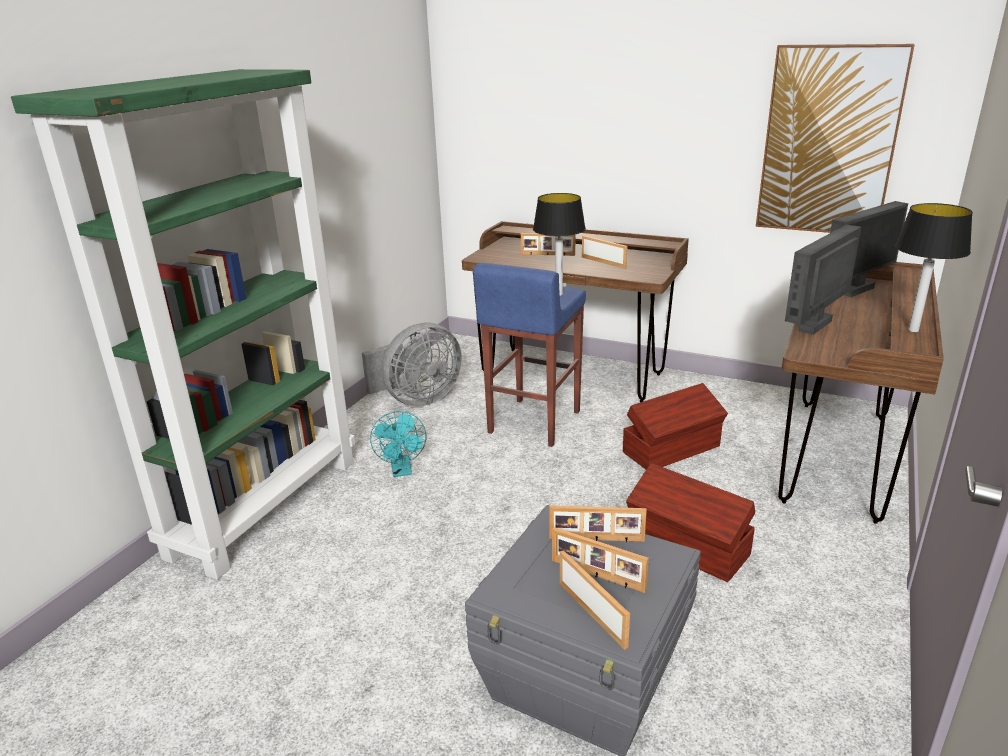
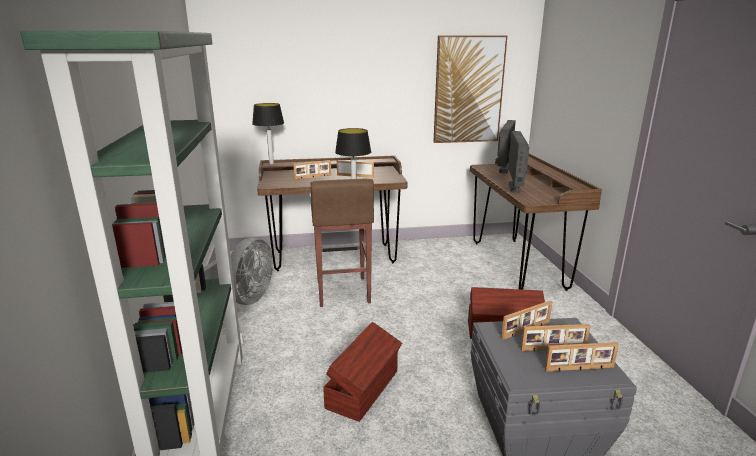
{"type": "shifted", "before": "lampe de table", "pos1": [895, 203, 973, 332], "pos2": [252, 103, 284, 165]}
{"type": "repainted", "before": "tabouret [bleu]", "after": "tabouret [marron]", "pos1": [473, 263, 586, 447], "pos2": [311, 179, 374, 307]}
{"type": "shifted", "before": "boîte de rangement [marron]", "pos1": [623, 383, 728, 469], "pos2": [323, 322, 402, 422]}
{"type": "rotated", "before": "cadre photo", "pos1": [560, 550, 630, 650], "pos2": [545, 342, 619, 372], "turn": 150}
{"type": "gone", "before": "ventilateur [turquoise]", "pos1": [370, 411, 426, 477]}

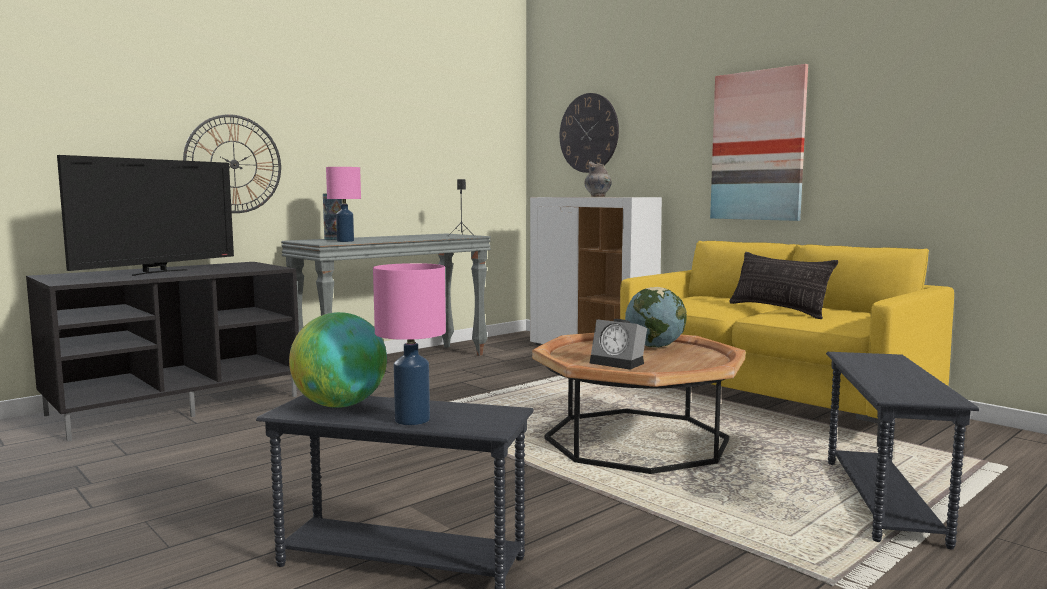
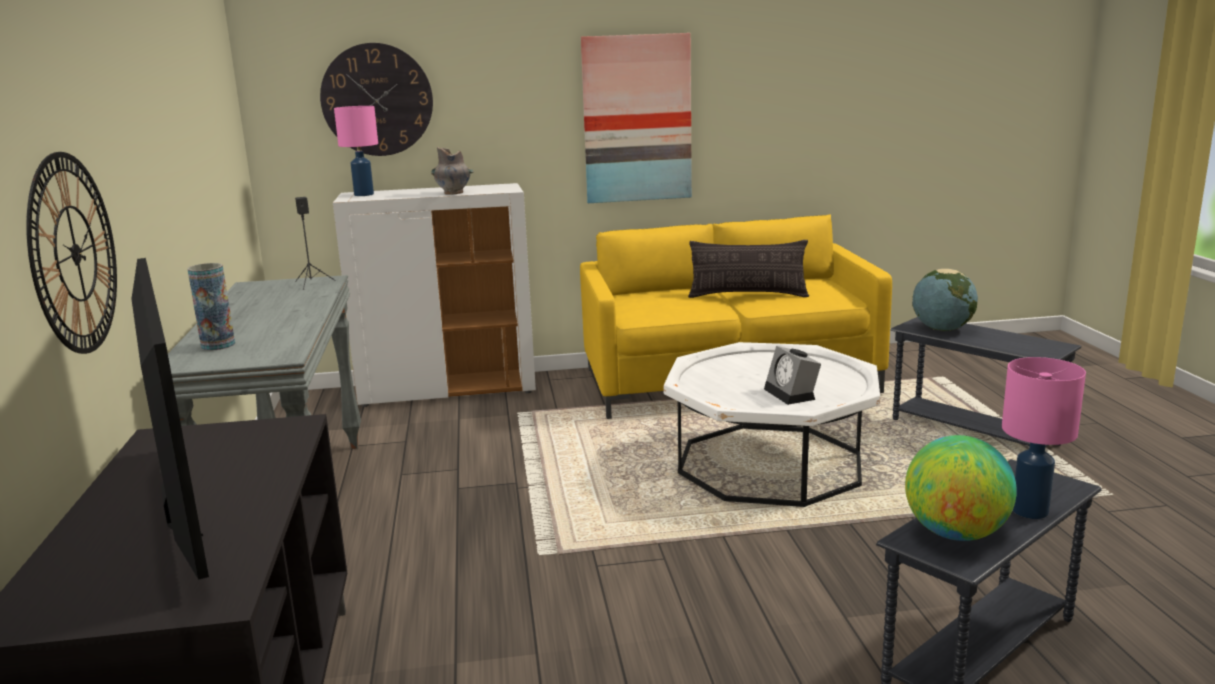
{"type": "shifted", "before": "lampe de table [rose]", "pos1": [326, 167, 361, 242], "pos2": [334, 106, 378, 196]}
{"type": "repainted", "before": "table basse [marron]", "after": "table basse [blanc]", "pos1": [532, 333, 745, 474], "pos2": [663, 342, 880, 507]}
{"type": "rotated", "before": "réveil", "pos1": [590, 319, 647, 370], "pos2": [764, 346, 821, 405], "turn": 90}
{"type": "shifted", "before": "globe", "pos1": [625, 287, 687, 348], "pos2": [912, 269, 978, 331]}

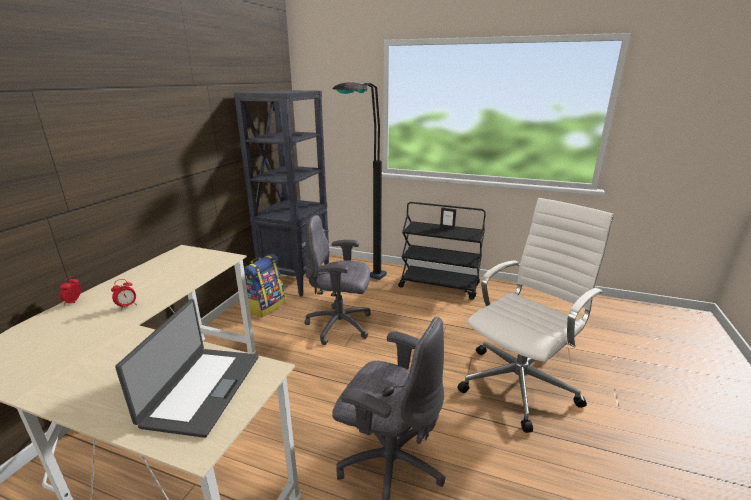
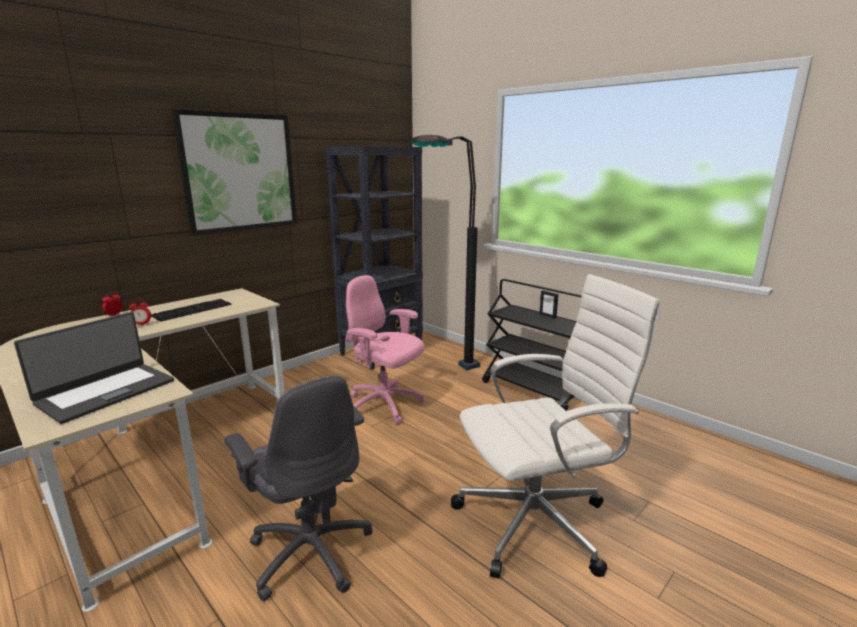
{"type": "new", "after": "clavier", "pos2": [151, 299, 232, 322]}
{"type": "new", "after": "tableau", "pos2": [172, 109, 297, 235]}
{"type": "repainted", "before": "chaise de bureau [gris]", "after": "chaise de bureau [rose]", "pos1": [305, 215, 371, 345], "pos2": [345, 275, 424, 424]}
{"type": "gone", "before": "sac à dos", "pos1": [244, 254, 285, 317]}

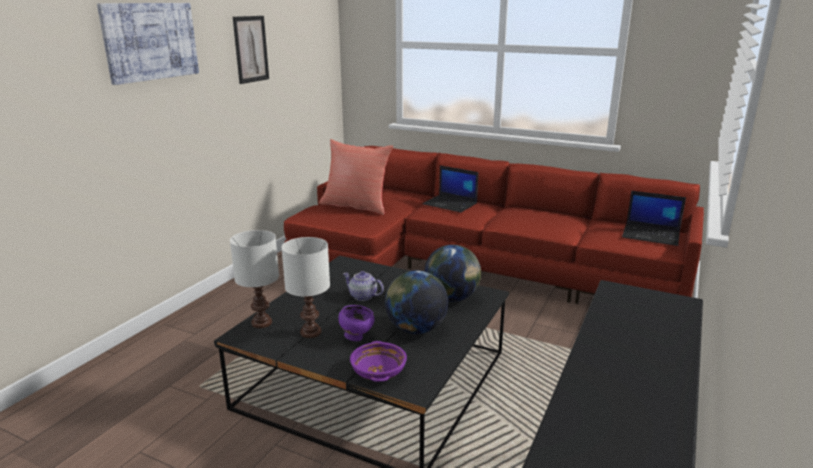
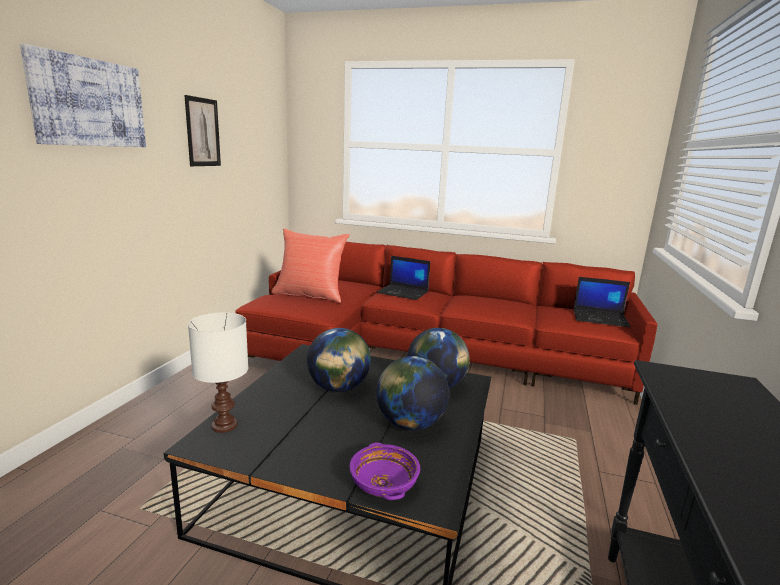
{"type": "swapped", "before": "théière", "after": "globe", "pos1": [343, 271, 384, 301], "pos2": [307, 328, 371, 392]}
{"type": "gone", "before": "lampe de table [blanc]", "pos1": [281, 237, 330, 338]}
{"type": "gone", "before": "bol [violet]", "pos1": [339, 305, 375, 341]}

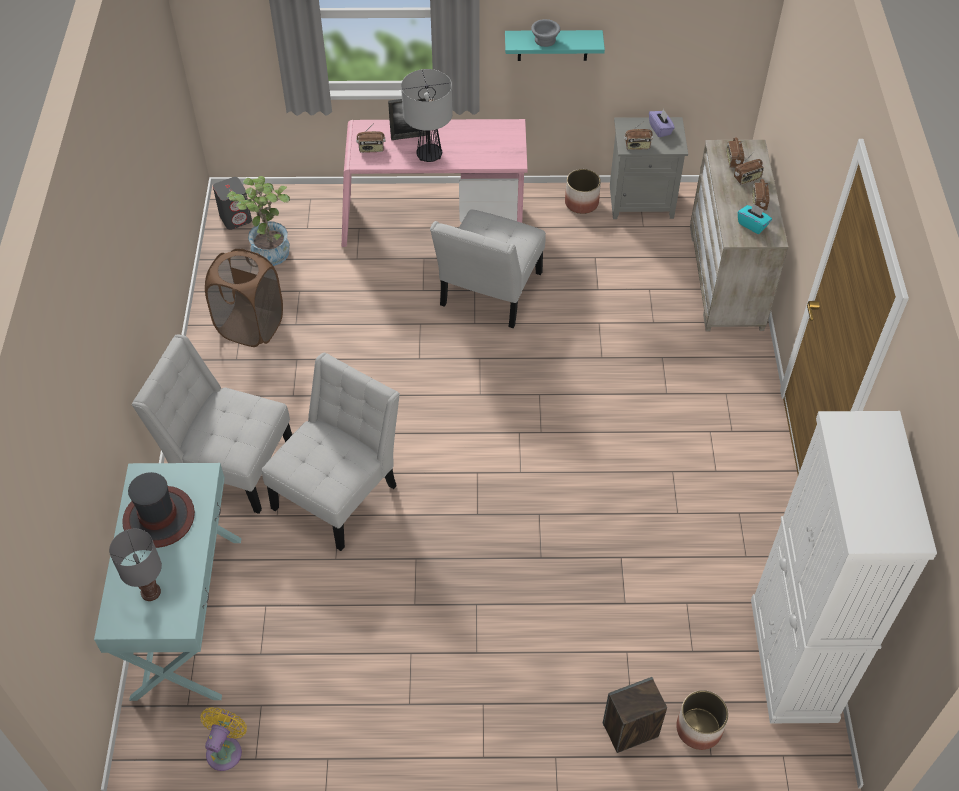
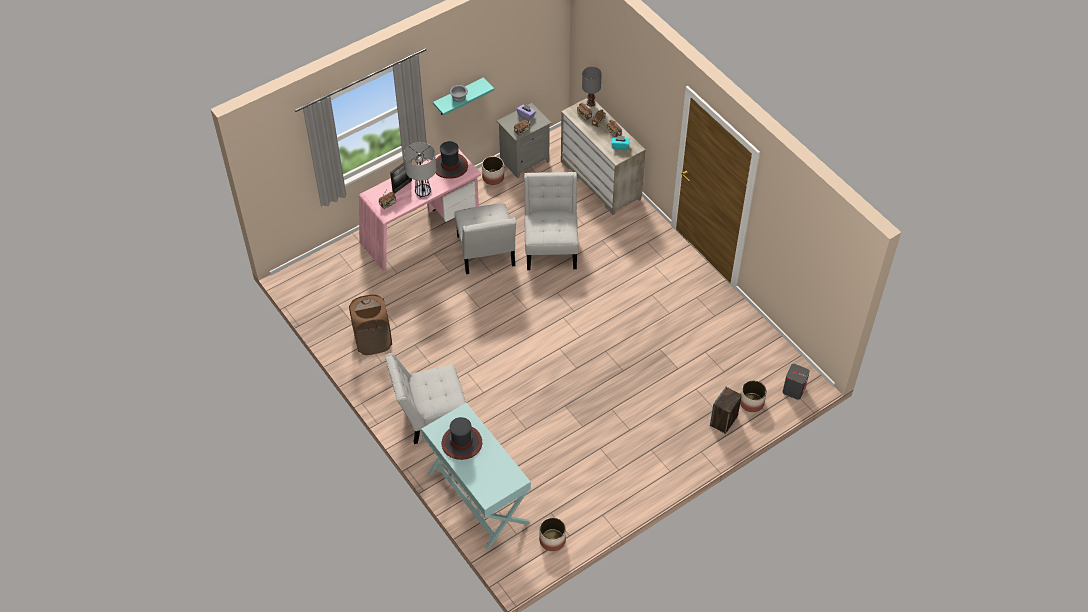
{"type": "new", "after": "chapeau", "pos2": [436, 141, 468, 179]}
{"type": "shifted", "before": "chaise [blanc]", "pos1": [262, 353, 400, 551], "pos2": [524, 172, 579, 270]}
{"type": "swapped", "before": "ventilateur [jaune]", "after": "cache-pot", "pos1": [200, 707, 247, 771], "pos2": [539, 517, 566, 551]}
{"type": "shifted", "before": "lampe de table [gris]", "pos1": [109, 529, 162, 601], "pos2": [582, 67, 602, 107]}
{"type": "shifted", "before": "enceinte [gris]", "pos1": [213, 177, 252, 230], "pos2": [783, 364, 810, 400]}
{"type": "gone", "before": "plante en pot", "pos1": [227, 176, 290, 266]}
{"type": "gone", "before": "meuble de rangement [blanc]", "pos1": [751, 411, 937, 723]}

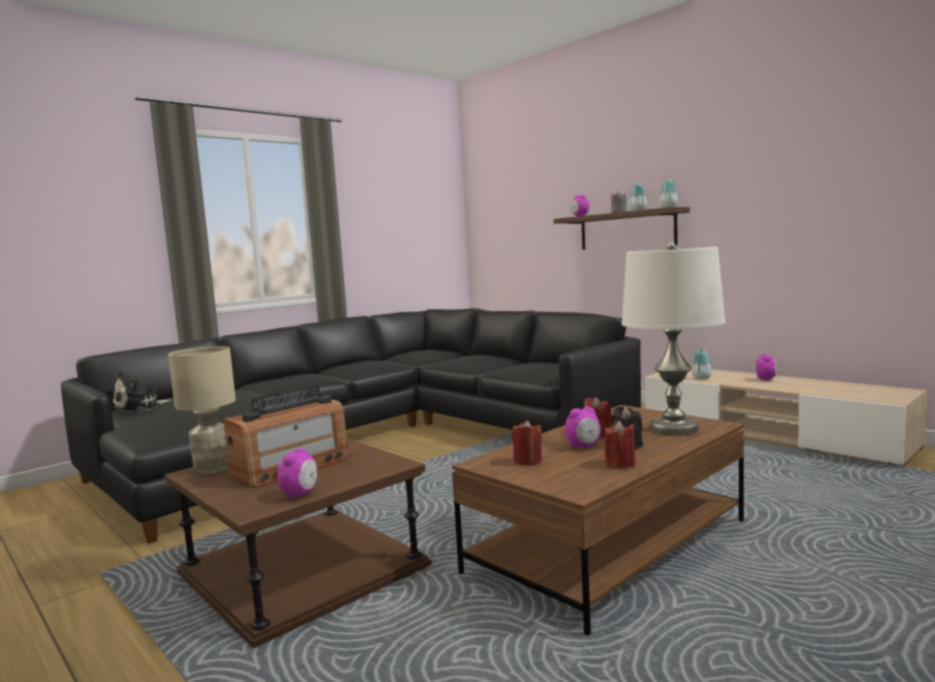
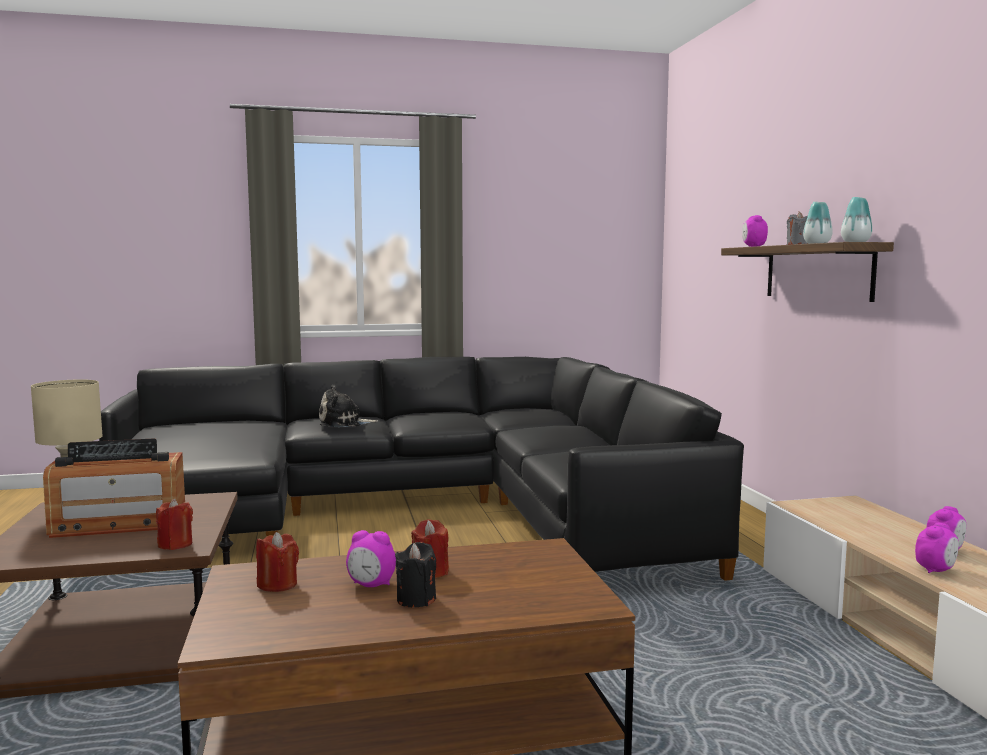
{"type": "shifted", "before": "bougie [rouge]", "pos1": [605, 421, 636, 468], "pos2": [156, 499, 193, 550]}
{"type": "shifted", "before": "peluche", "pos1": [112, 370, 170, 413], "pos2": [319, 384, 378, 427]}
{"type": "shifted", "before": "réveil", "pos1": [277, 448, 317, 500], "pos2": [915, 523, 959, 573]}
{"type": "gone", "before": "lampe de table [blanc]", "pos1": [622, 242, 726, 436]}
{"type": "gone", "before": "vase", "pos1": [691, 349, 712, 380]}

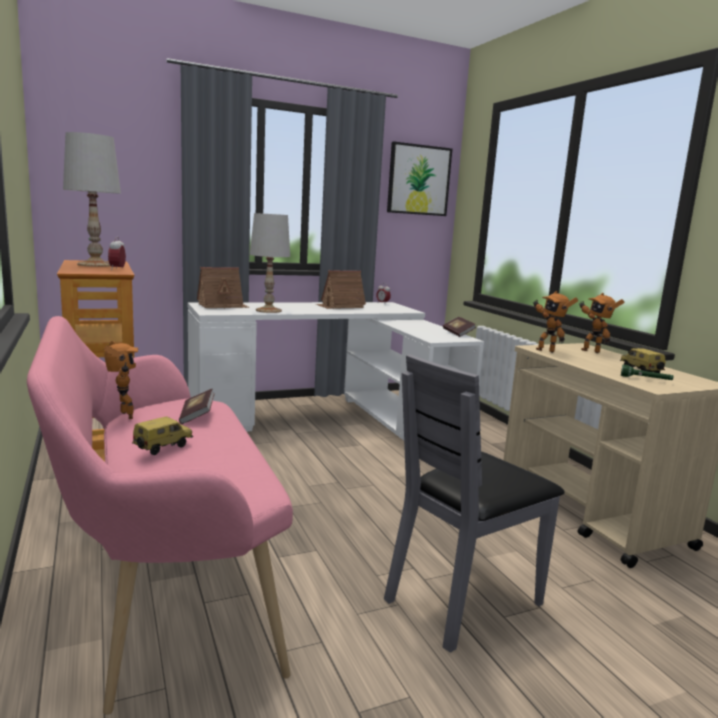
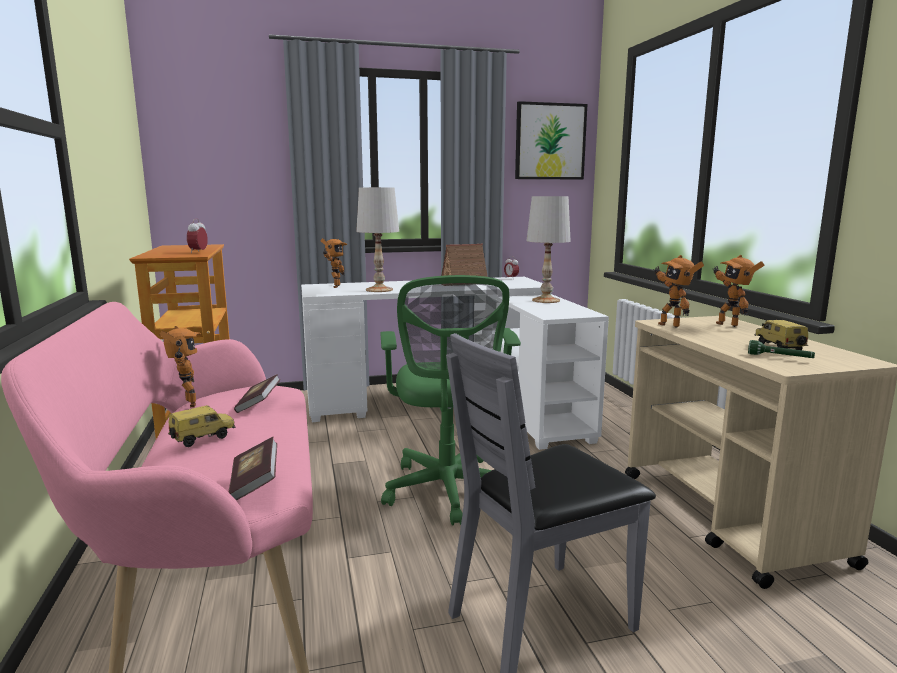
{"type": "shifted", "before": "livre", "pos1": [443, 317, 476, 337], "pos2": [228, 437, 277, 501]}
{"type": "swapped", "before": "maison miniature", "after": "robot jouet", "pos1": [197, 267, 249, 309], "pos2": [320, 238, 348, 288]}
{"type": "new", "after": "chaise de bureau [vert]", "pos2": [380, 275, 521, 525]}
{"type": "shifted", "before": "lampe de table [blanc]", "pos1": [63, 132, 121, 267], "pos2": [526, 196, 571, 303]}

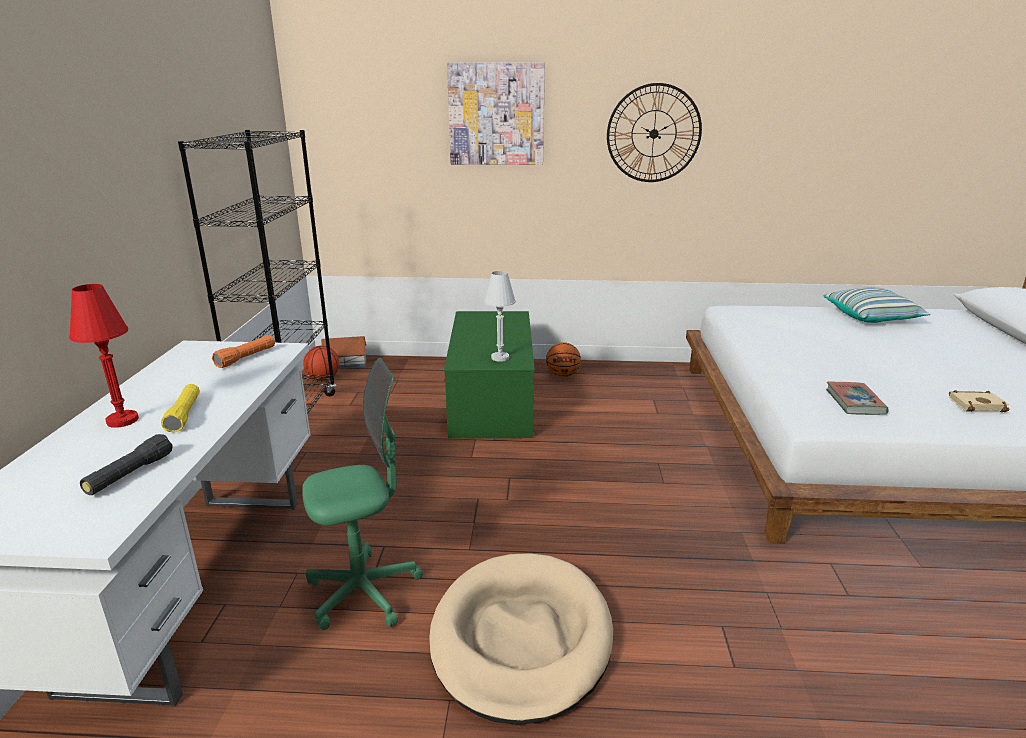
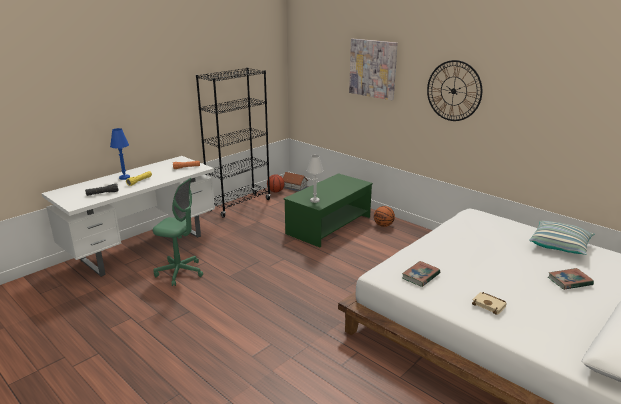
{"type": "repainted", "before": "lampe de table [rouge]", "after": "lampe de table [bleu]", "pos1": [69, 284, 139, 428], "pos2": [110, 128, 130, 180]}
{"type": "new", "after": "livre", "pos2": [548, 268, 594, 290]}
{"type": "gone", "before": "panier pour chien [beige]", "pos1": [429, 554, 613, 725]}

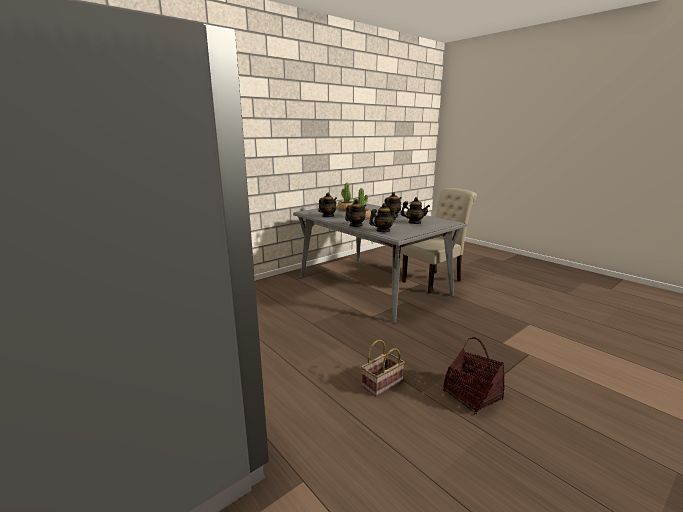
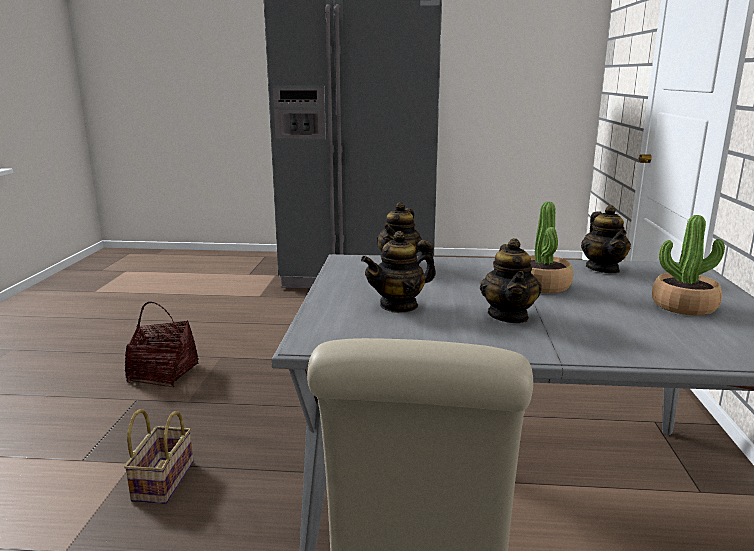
{"type": "shifted", "before": "panier", "pos1": [361, 340, 404, 396], "pos2": [124, 409, 193, 504]}
{"type": "gone", "before": "théière", "pos1": [345, 199, 367, 227]}

